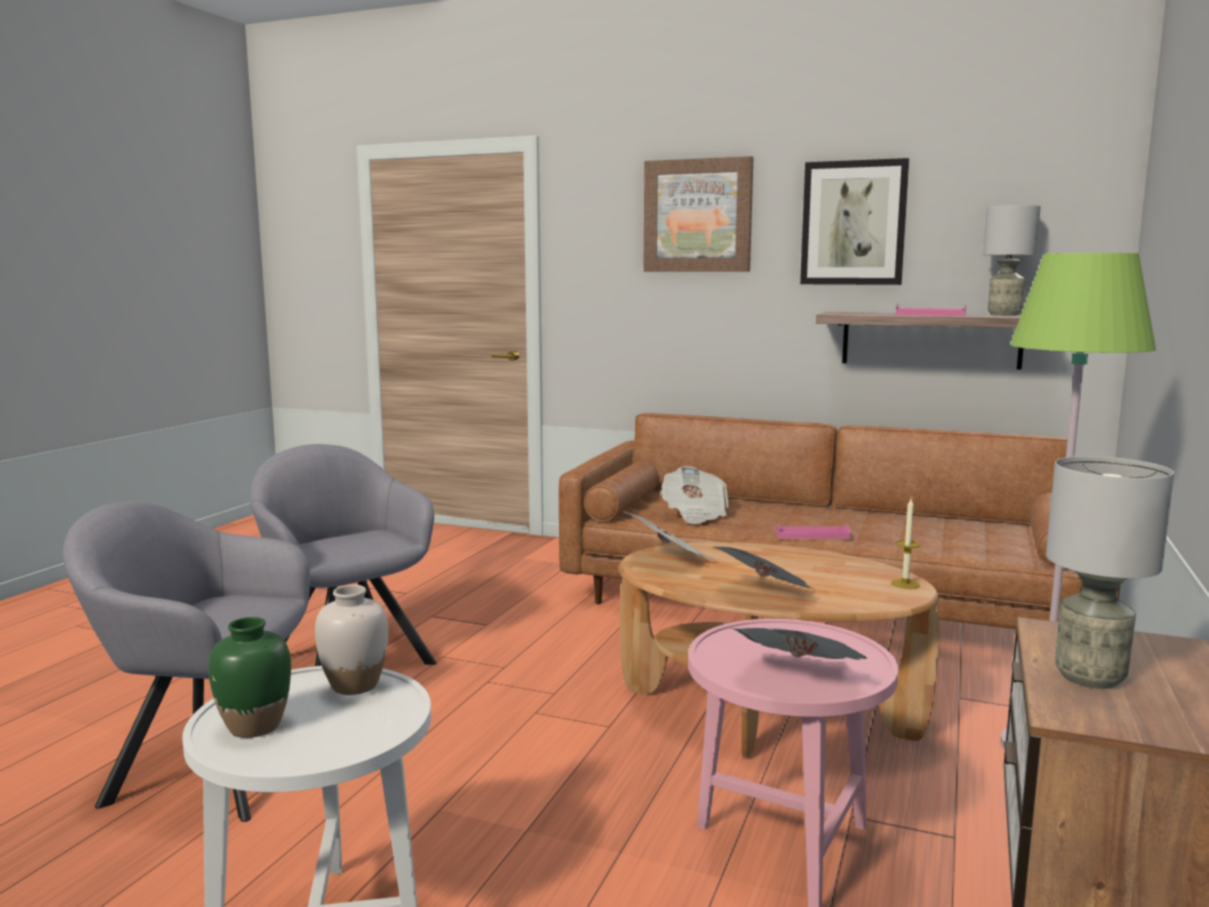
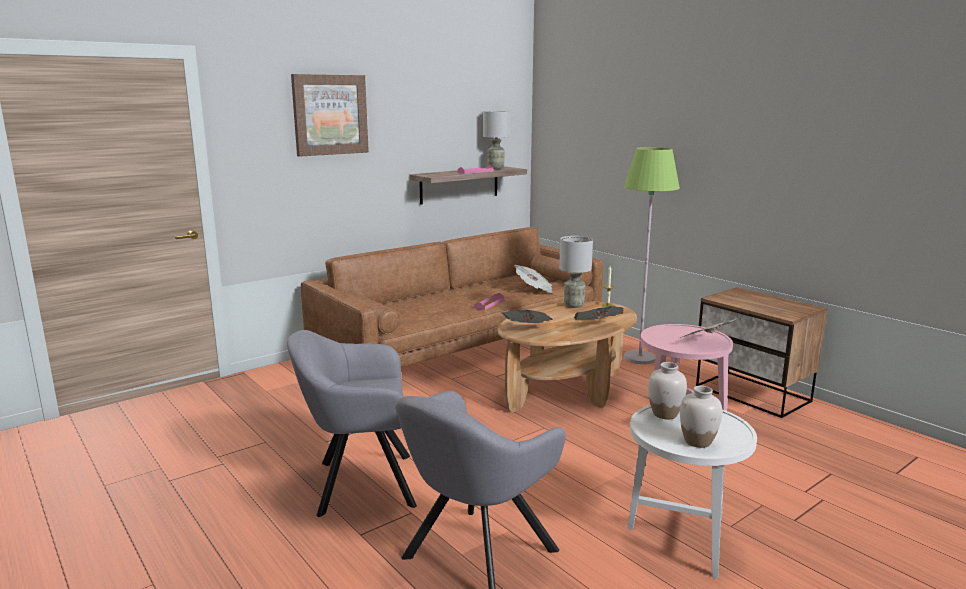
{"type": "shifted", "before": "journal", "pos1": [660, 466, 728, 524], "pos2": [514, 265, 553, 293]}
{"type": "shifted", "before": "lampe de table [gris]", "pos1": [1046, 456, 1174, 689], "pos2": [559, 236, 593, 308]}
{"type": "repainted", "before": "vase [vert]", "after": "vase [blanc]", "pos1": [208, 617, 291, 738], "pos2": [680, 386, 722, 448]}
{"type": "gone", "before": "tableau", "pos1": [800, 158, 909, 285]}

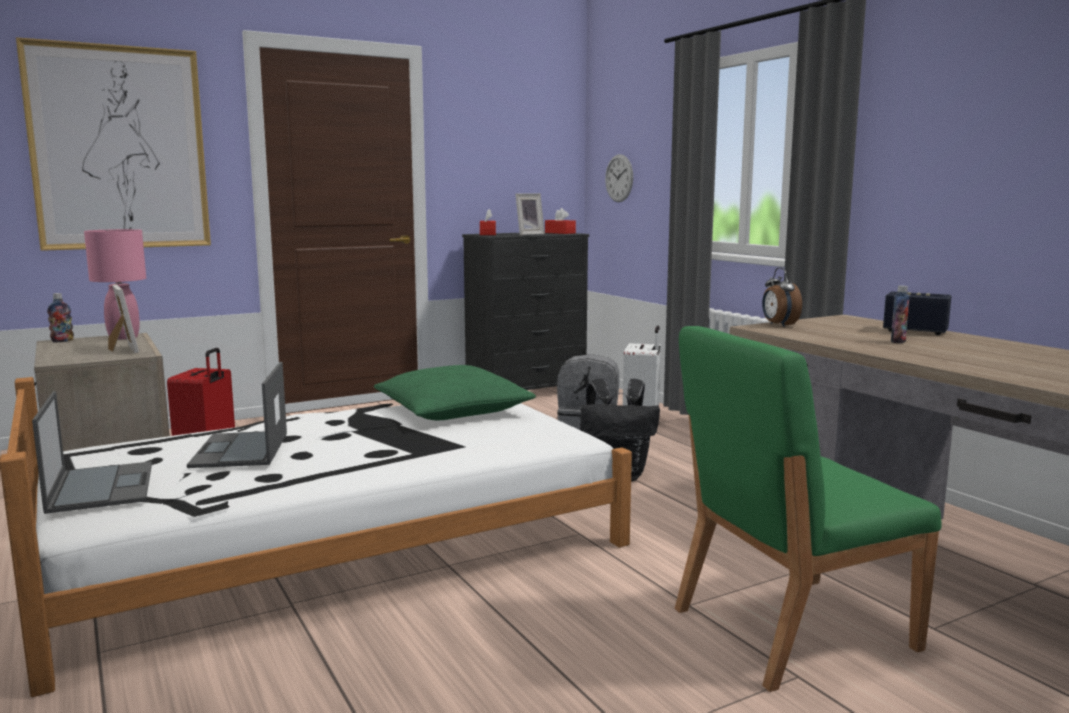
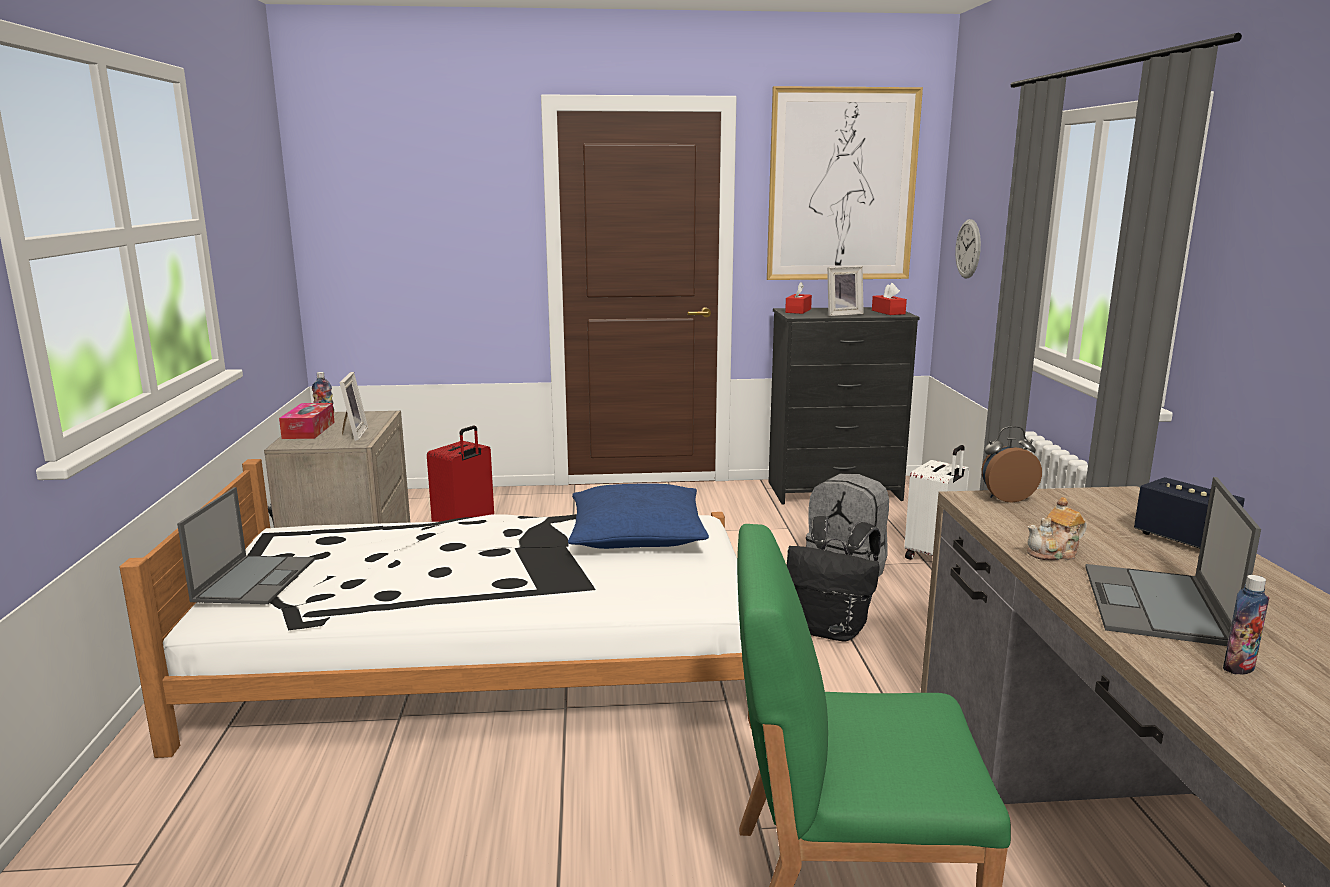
{"type": "new", "after": "boîte à mouchoirs", "pos2": [279, 403, 335, 439]}
{"type": "repainted", "before": "coussin [vert]", "after": "coussin [bleu]", "pos1": [374, 365, 536, 420], "pos2": [568, 483, 709, 549]}
{"type": "shifted", "before": "tableau", "pos1": [16, 37, 211, 251], "pos2": [767, 86, 923, 280]}
{"type": "rotated", "before": "réveil", "pos1": [762, 268, 802, 327], "pos2": [982, 426, 1042, 503], "turn": 75}
{"type": "new", "after": "théière", "pos2": [1027, 497, 1087, 560]}
{"type": "shifted", "before": "ordinateur portable", "pos1": [187, 362, 287, 468], "pos2": [1085, 477, 1261, 646]}
{"type": "shifted", "before": "bouteille", "pos1": [891, 286, 910, 343], "pos2": [1223, 575, 1269, 674]}
{"type": "gone", "before": "lampe de table [rose]", "pos1": [84, 229, 146, 340]}

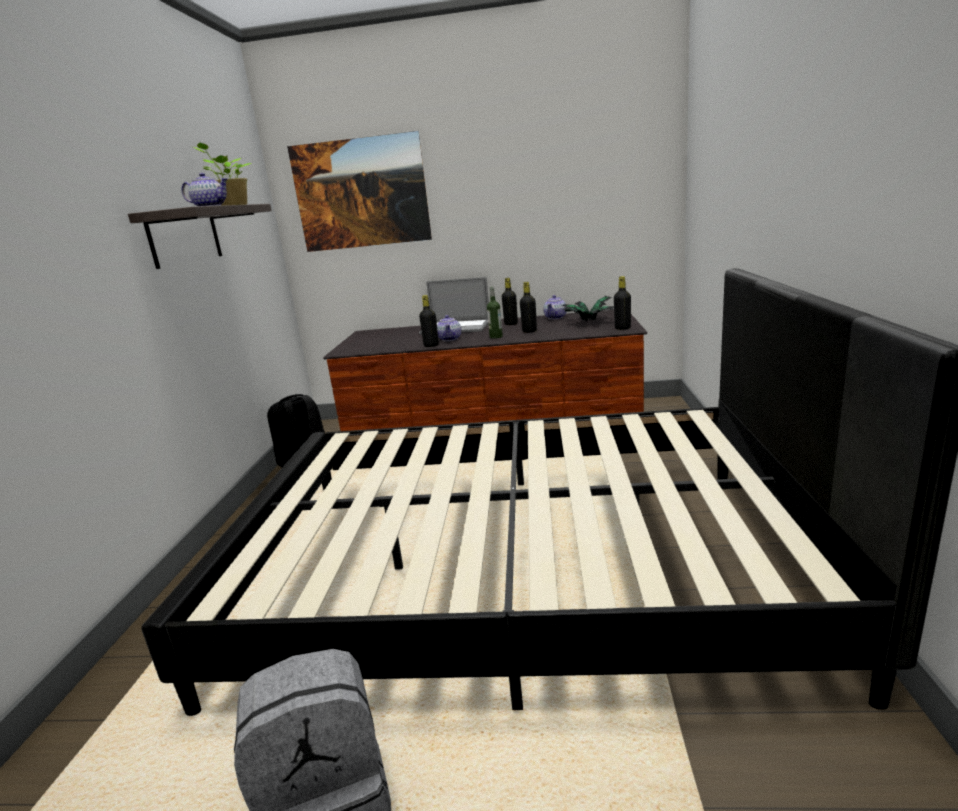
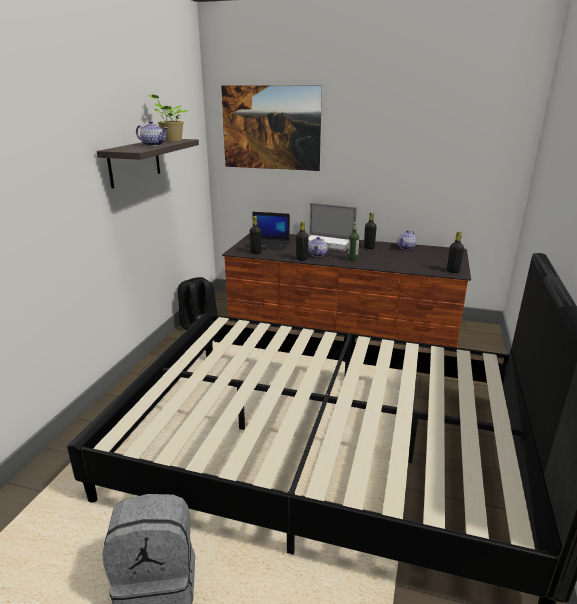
{"type": "new", "after": "ordinateur portable", "pos2": [245, 212, 290, 250]}
{"type": "shifted", "before": "bouteille [noir]", "pos1": [520, 282, 537, 332], "pos2": [250, 216, 261, 254]}
{"type": "gone", "before": "plante en pot", "pos1": [561, 296, 614, 322]}

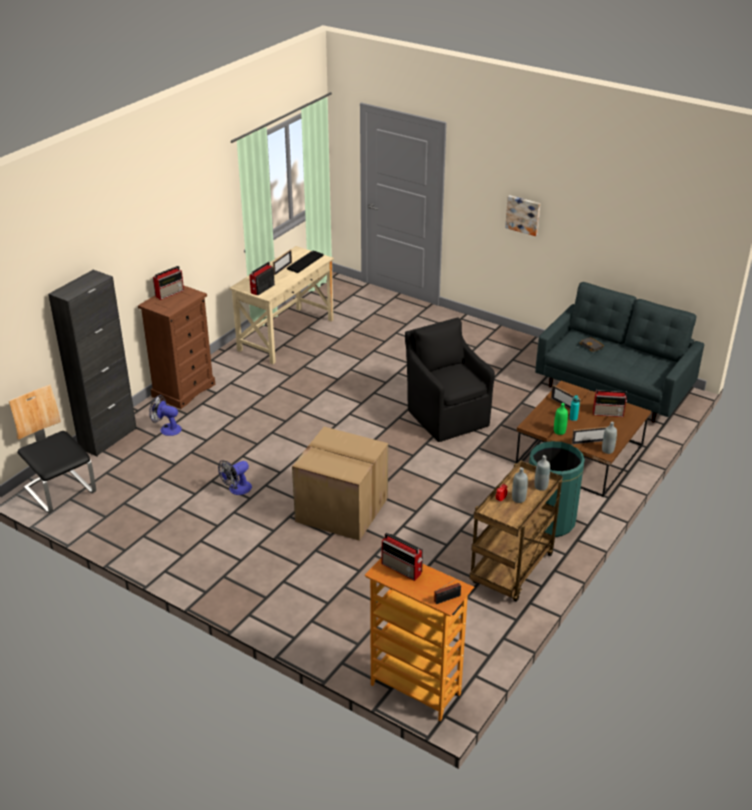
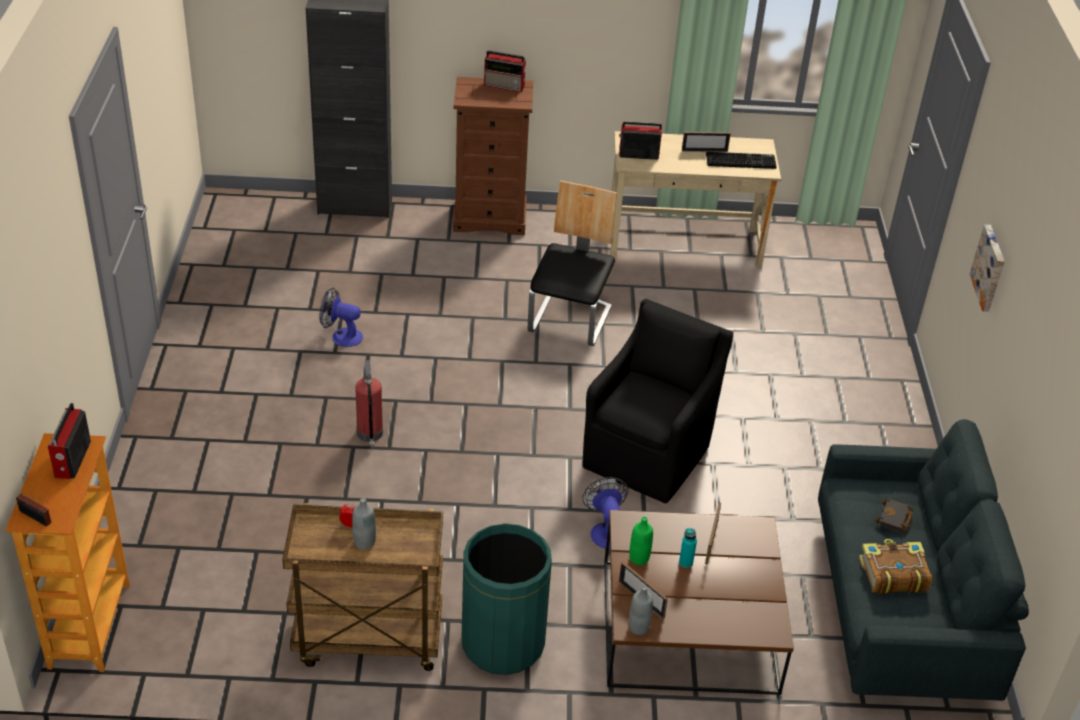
{"type": "swapped", "before": "carton", "after": "extincteur", "pos1": [292, 427, 388, 541], "pos2": [355, 360, 383, 448]}
{"type": "shifted", "before": "chaise", "pos1": [9, 385, 96, 513], "pos2": [528, 181, 617, 346]}
{"type": "shifted", "before": "ventilateur", "pos1": [149, 395, 182, 436], "pos2": [583, 477, 628, 549]}
{"type": "new", "after": "livre", "pos2": [859, 539, 932, 594]}
{"type": "gone", "before": "bouteille [gris]", "pos1": [534, 455, 550, 491]}
{"type": "gone", "before": "radio", "pos1": [593, 389, 627, 417]}

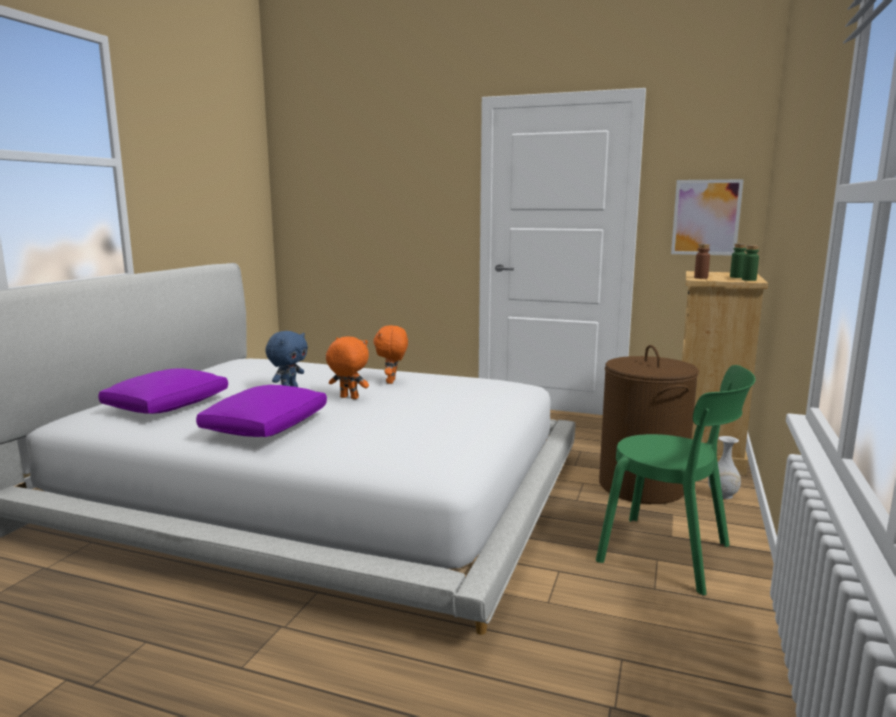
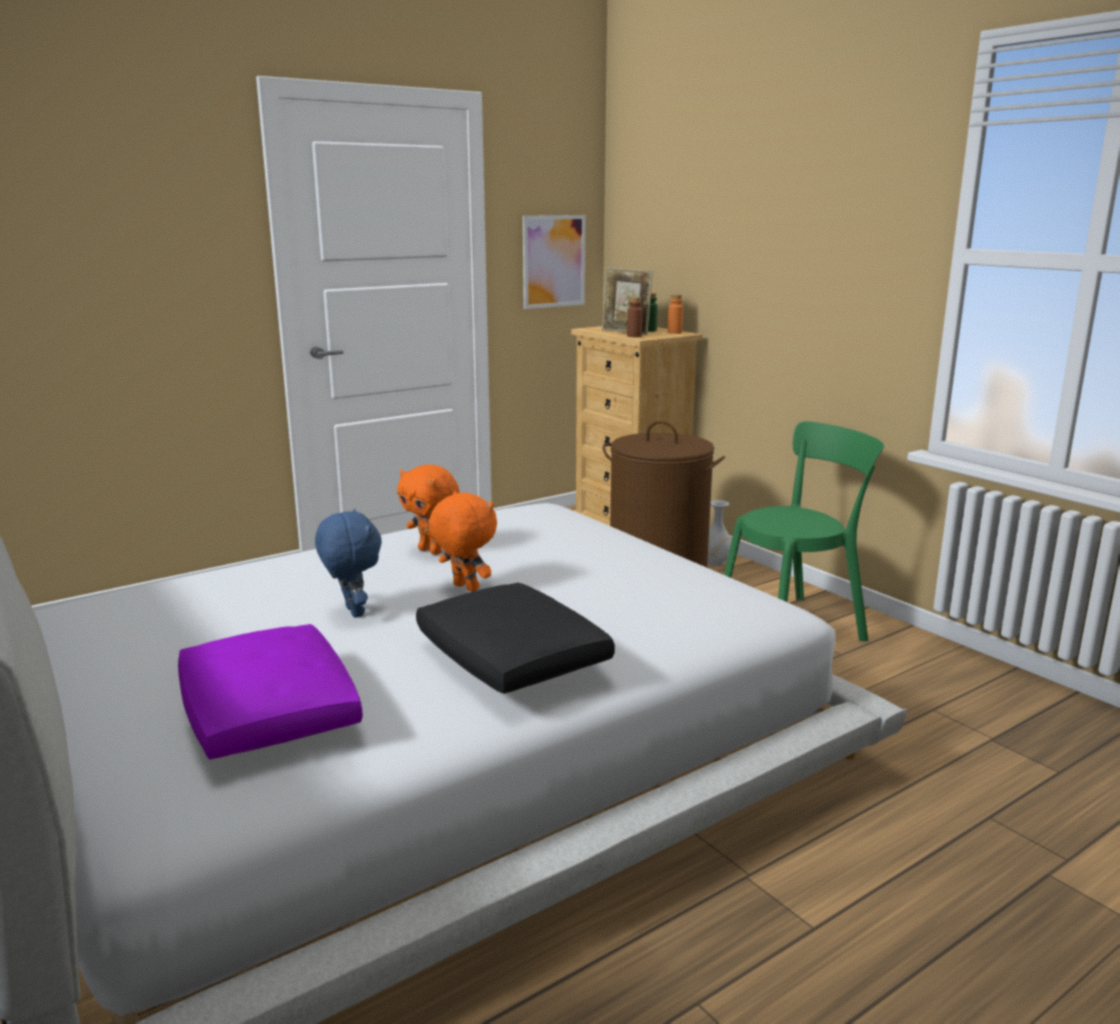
{"type": "repainted", "before": "coussin [violet]", "after": "coussin [noir]", "pos1": [196, 385, 327, 437], "pos2": [416, 583, 615, 694]}
{"type": "rotated", "before": "peluche [orange]", "pos1": [326, 336, 369, 399], "pos2": [428, 491, 497, 592], "turn": 75}
{"type": "new", "after": "cadre photo", "pos2": [602, 268, 653, 335]}
{"type": "repainted", "before": "bouteille [vert]", "after": "bouteille [orange]", "pos1": [742, 245, 759, 281], "pos2": [668, 294, 683, 334]}

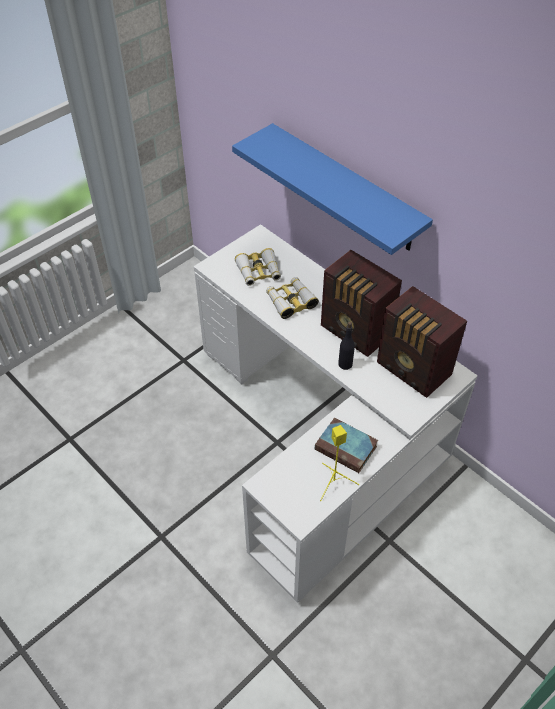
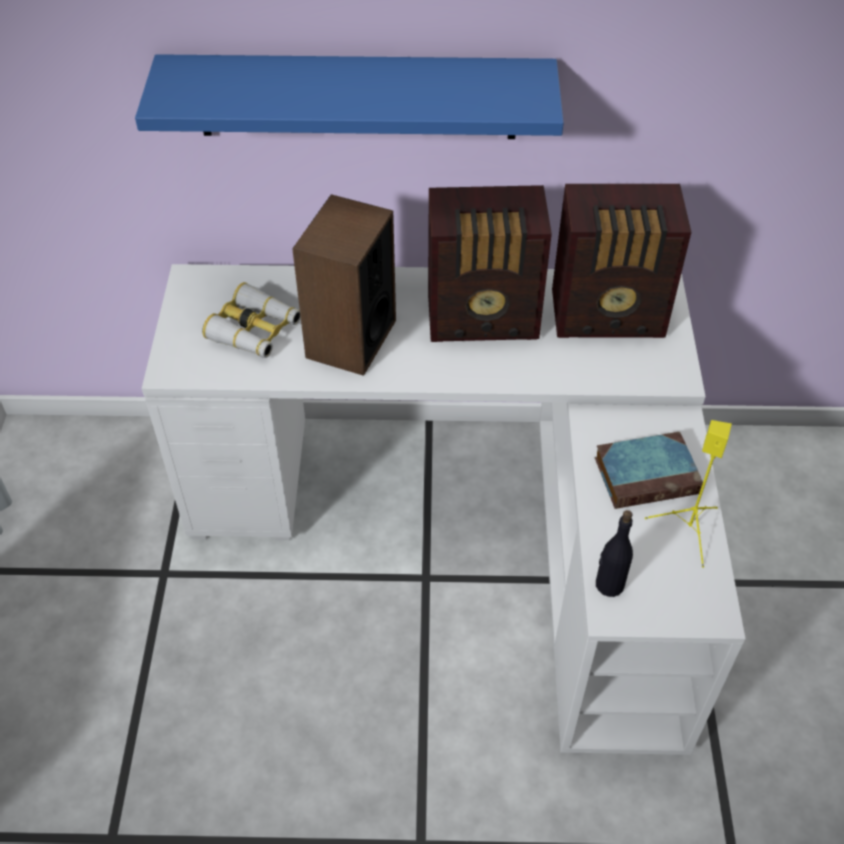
{"type": "swapped", "before": "jumelles", "after": "enceinte", "pos1": [266, 277, 319, 319], "pos2": [292, 194, 396, 376]}
{"type": "shifted", "before": "bouteille [noir]", "pos1": [338, 322, 355, 370], "pos2": [596, 510, 633, 597]}

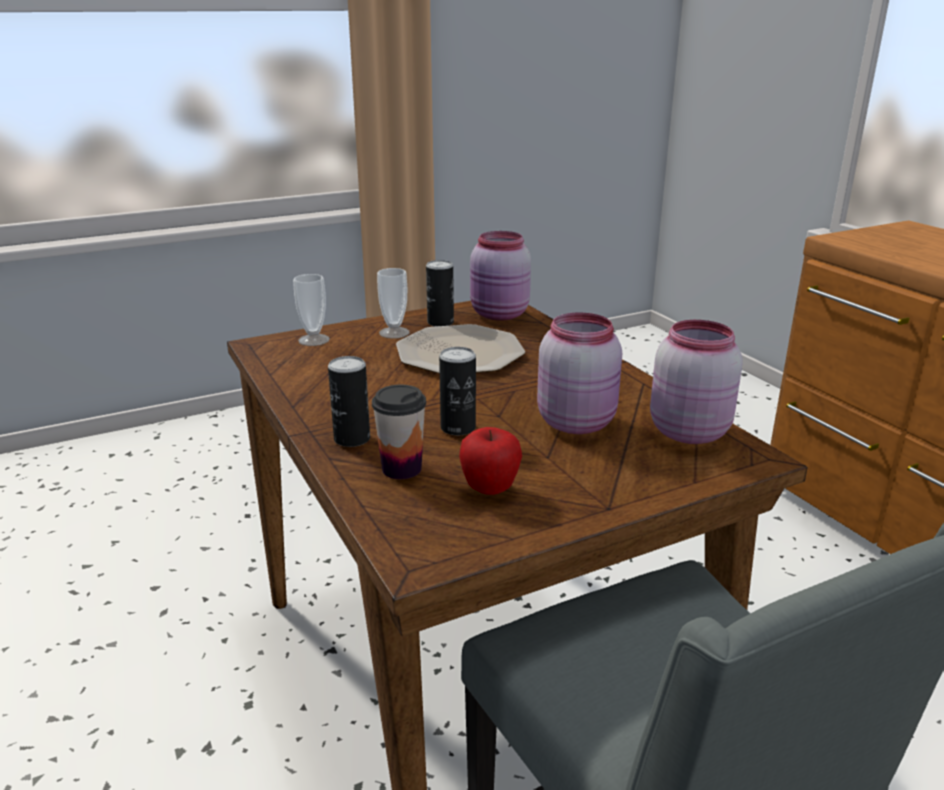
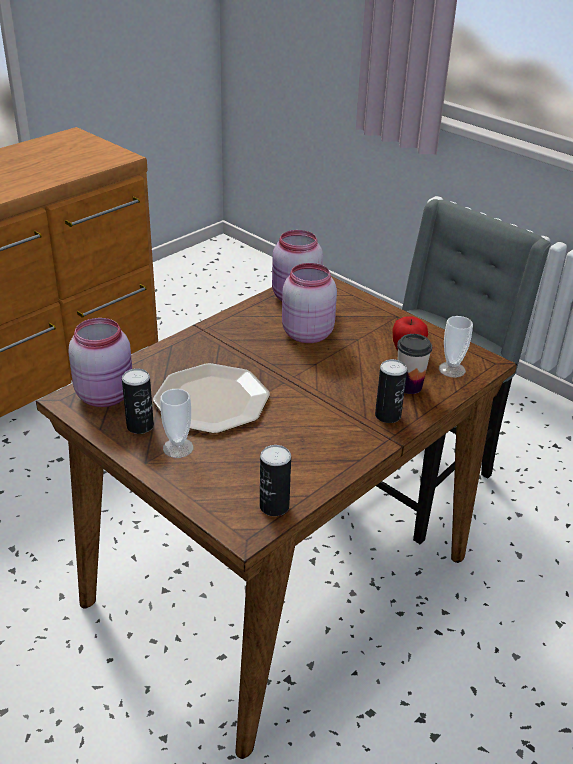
{"type": "shifted", "before": "boîte métallique", "pos1": [439, 347, 476, 435], "pos2": [260, 445, 291, 516]}
{"type": "shifted", "before": "tasse", "pos1": [293, 274, 330, 346], "pos2": [439, 316, 473, 378]}

